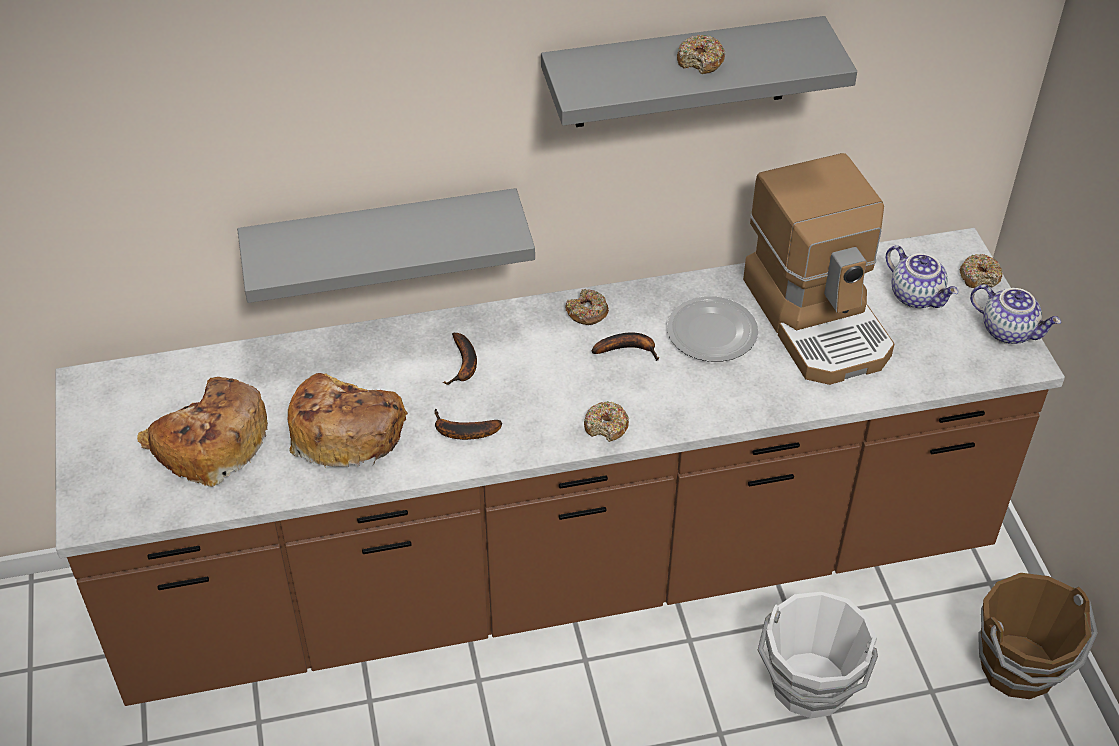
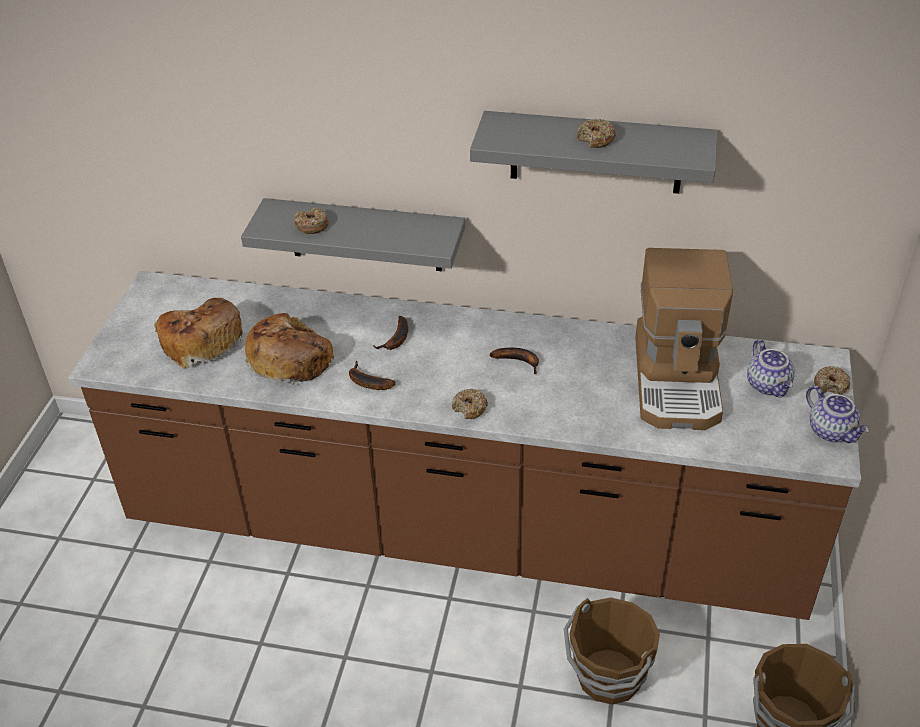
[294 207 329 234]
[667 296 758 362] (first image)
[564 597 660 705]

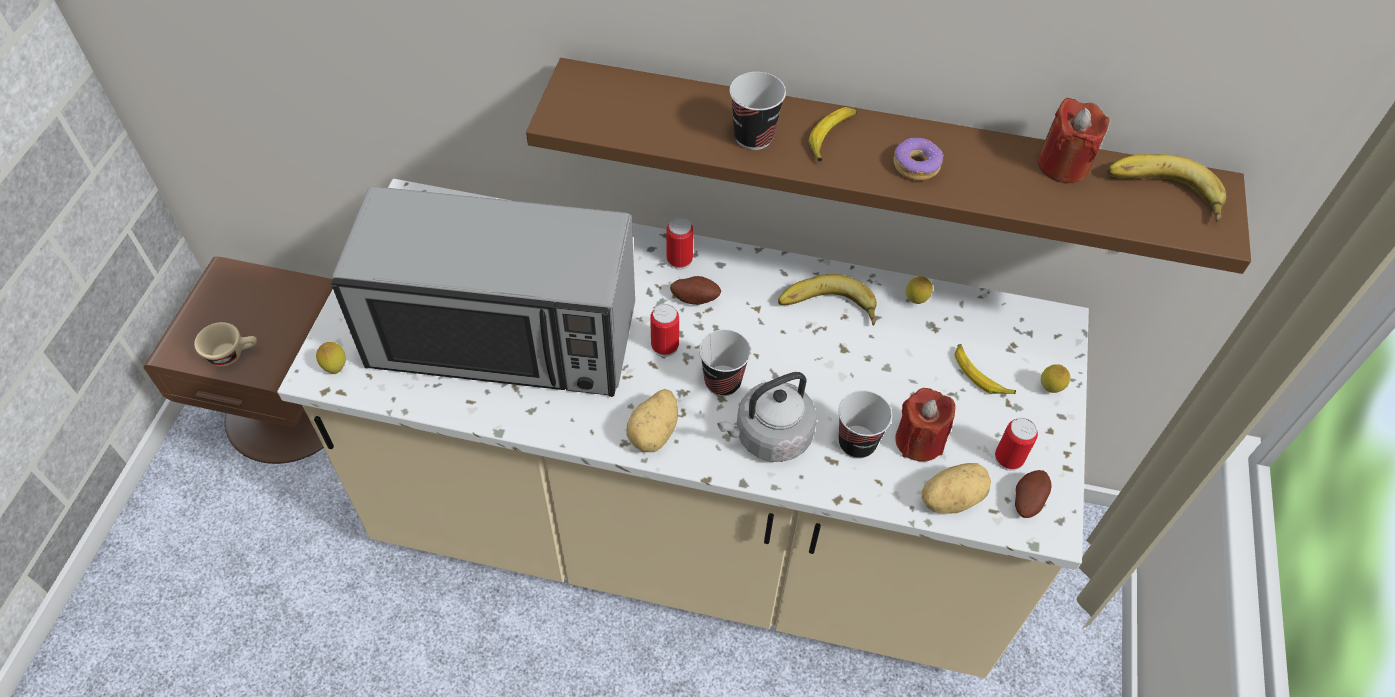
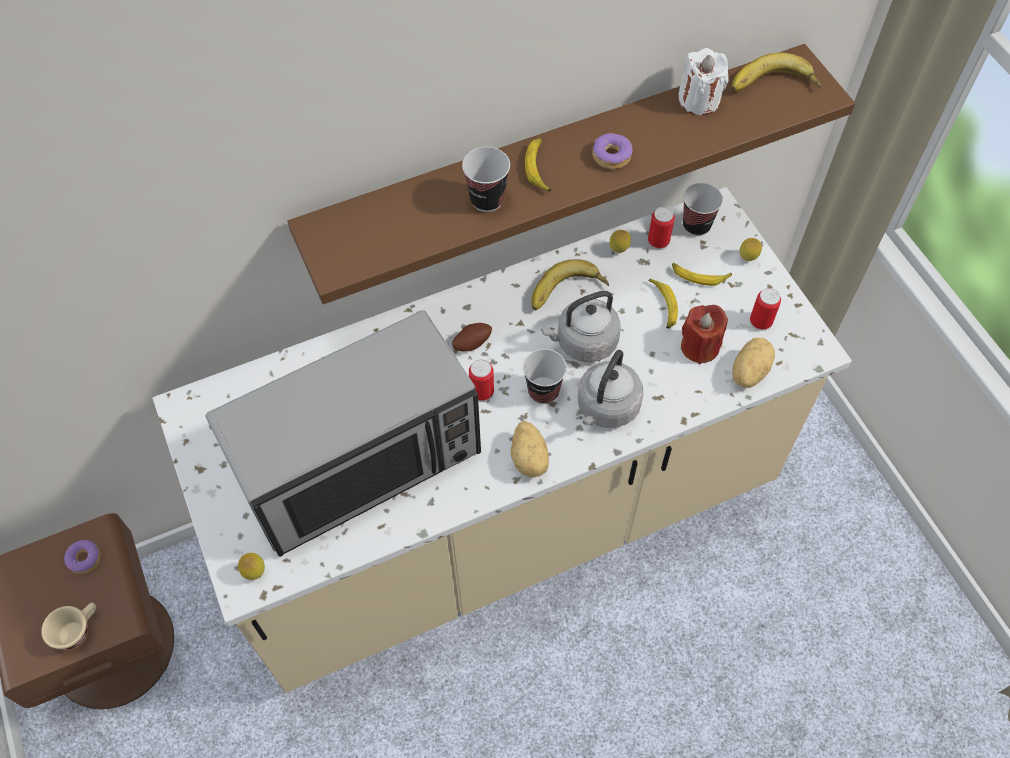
[648 207 675 250]
[683 183 723 236]
[1015 470 1052 518] (first image)
[678 48 729 115]
[64 540 101 574]
[541 291 621 362]
[649 278 678 329]

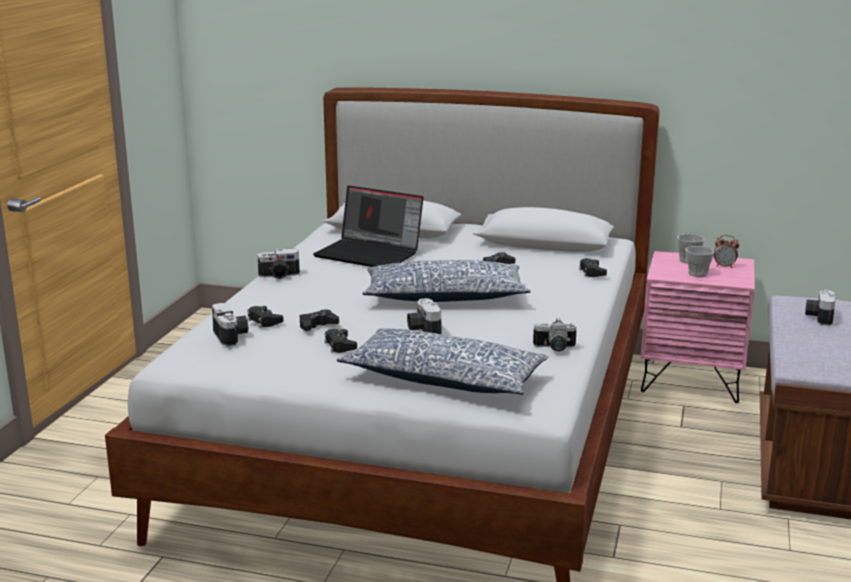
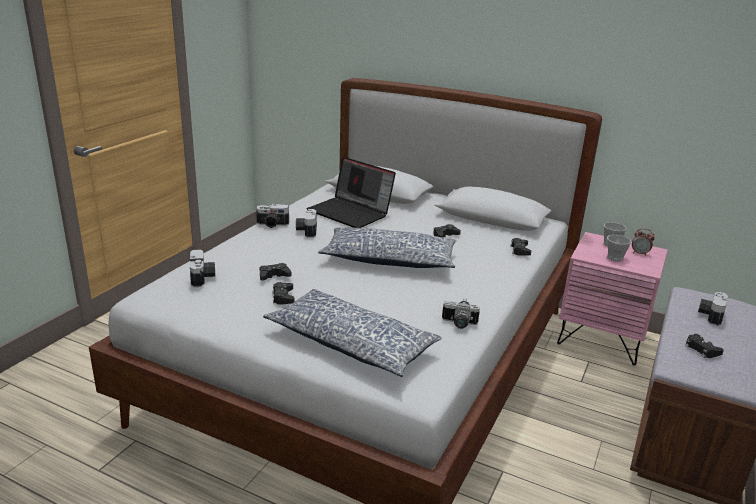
[685 334 724 358]
[296 209 317 238]

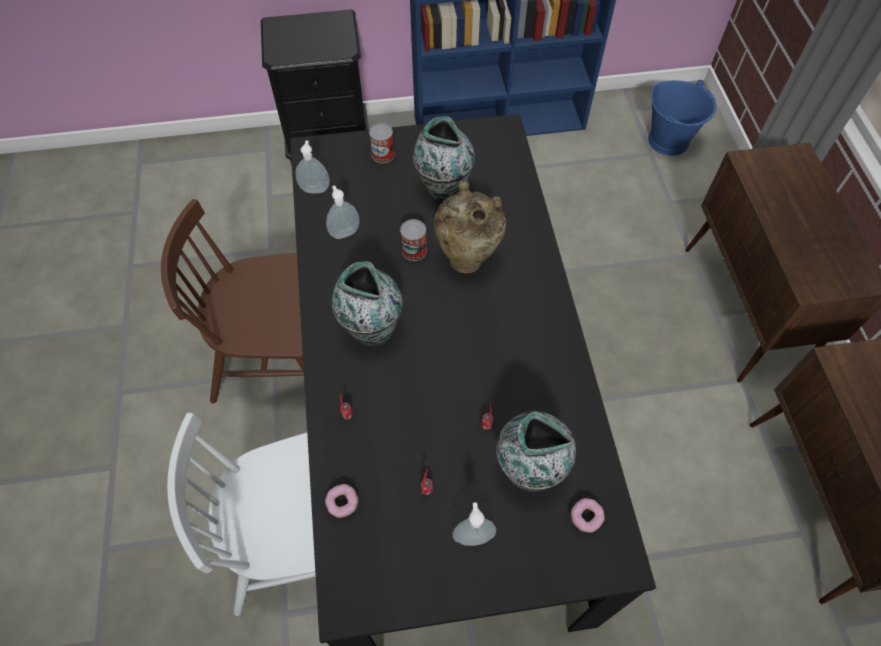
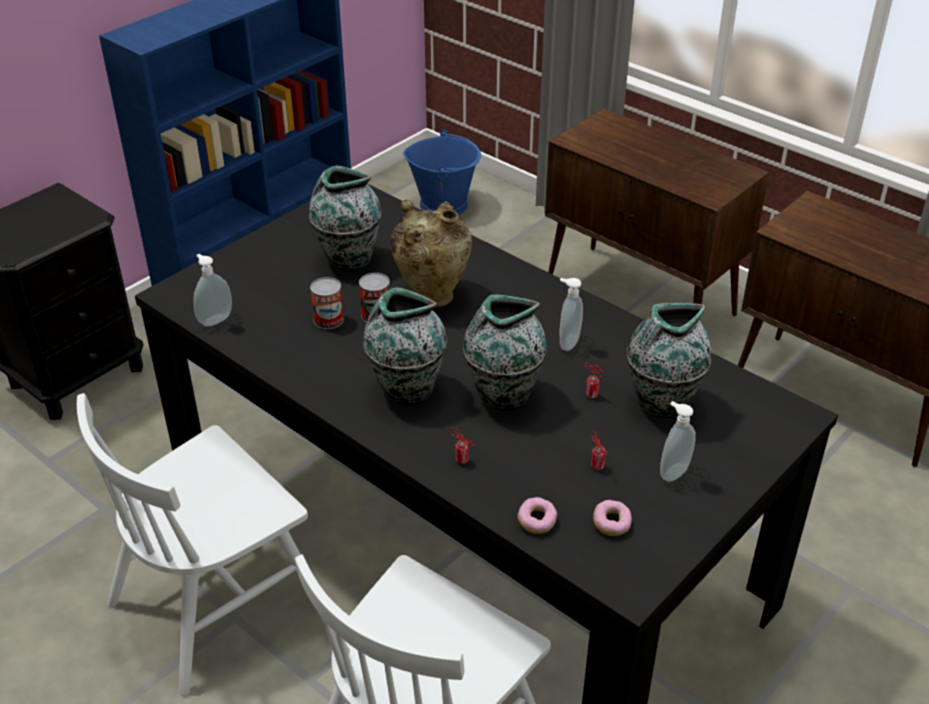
[77 393 308 696]
[560 278 583 351]
[310 277 344 329]
[593 500 632 536]
[463 295 547 411]

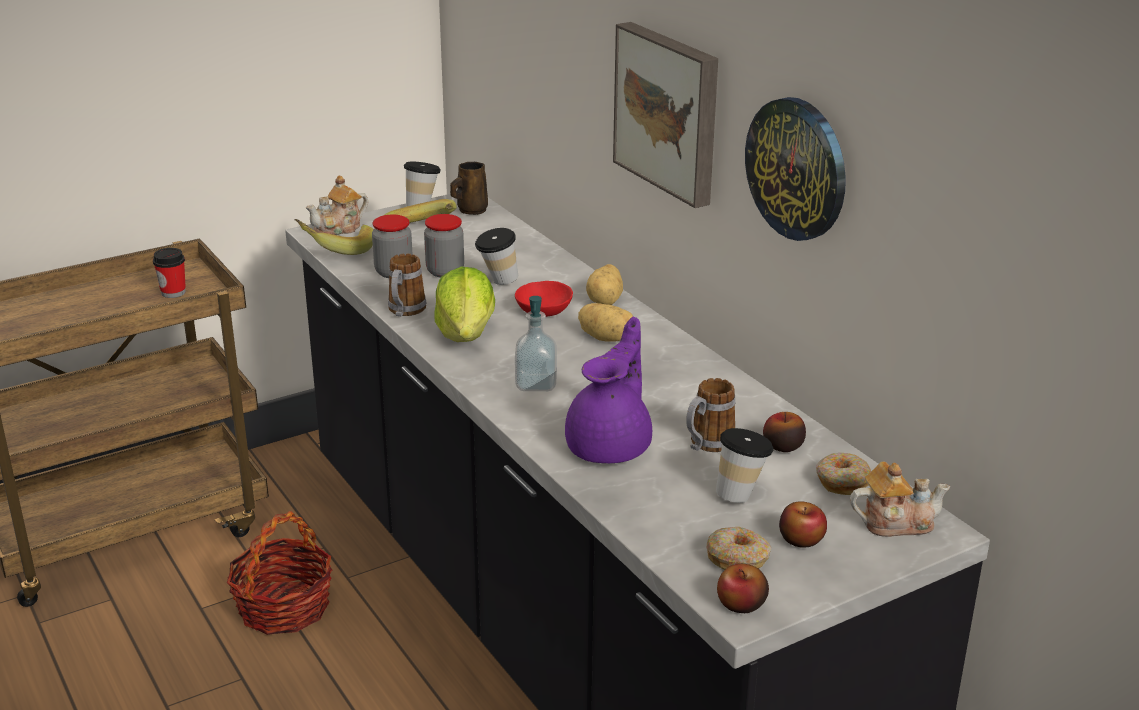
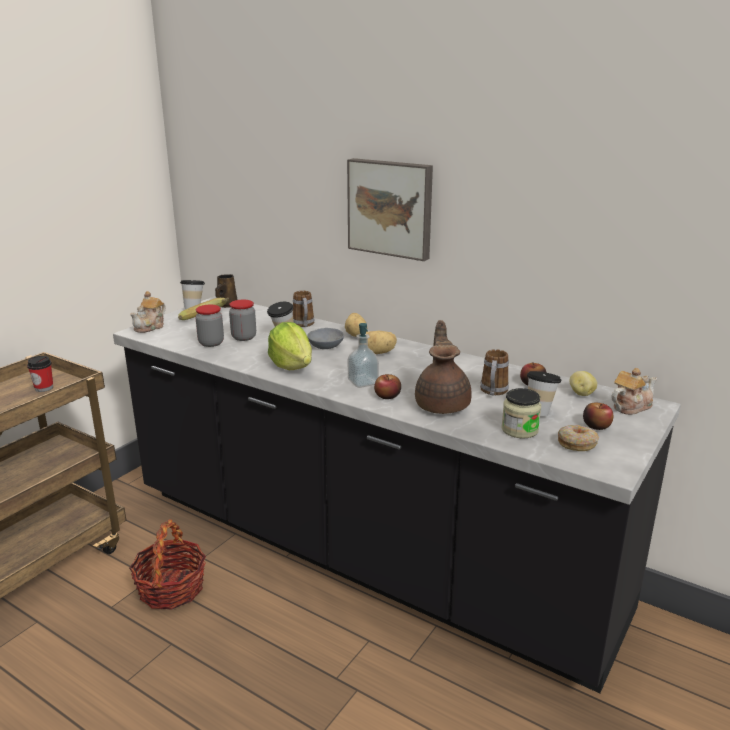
[294 219 374 255] (first image)
[293 291 315 327]
[307 328 344 349]
[415 320 471 414]
[374 374 401 399]
[745 97 846 241] (first image)
[569 371 597 396]
[501 388 541 438]

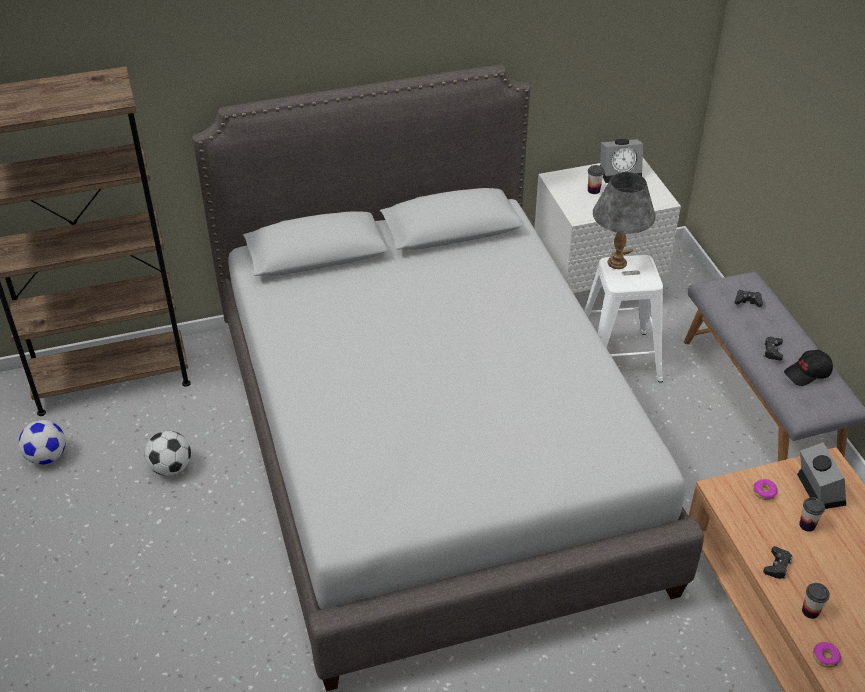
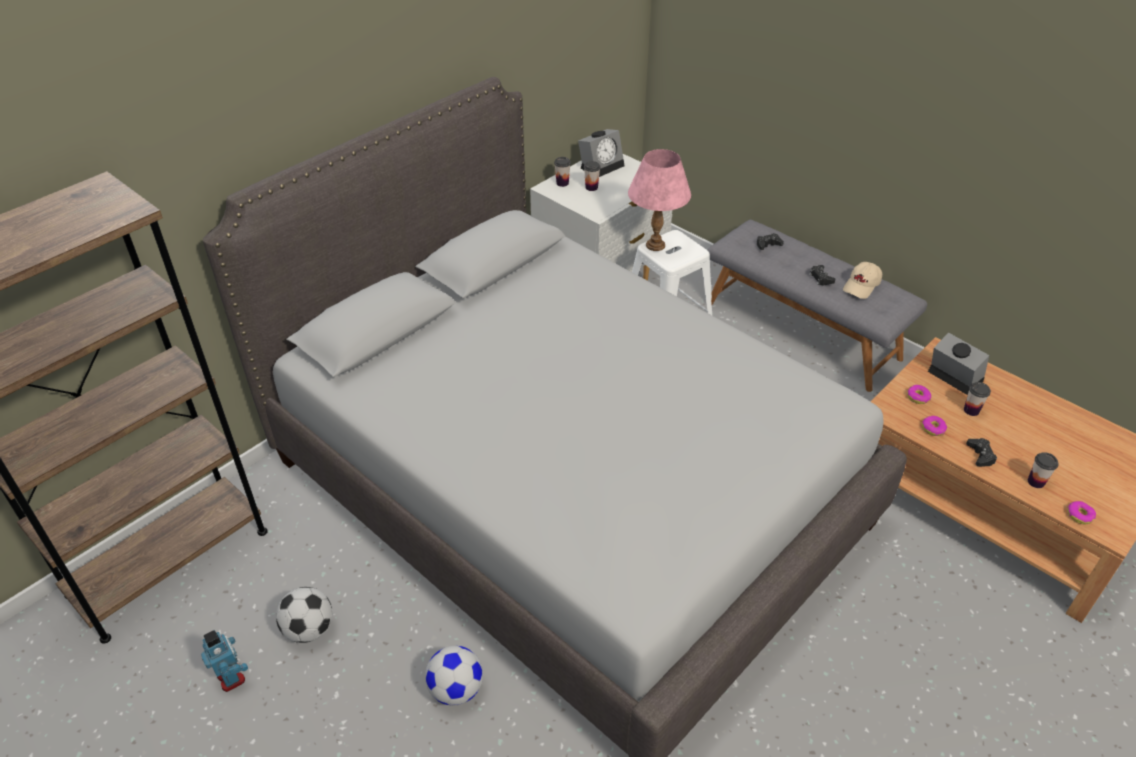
[425 646 483 705]
[628 149 691 251]
[843 262 882 299]
[201 630 248 692]
[554 157 571 187]
[922 416 947 436]

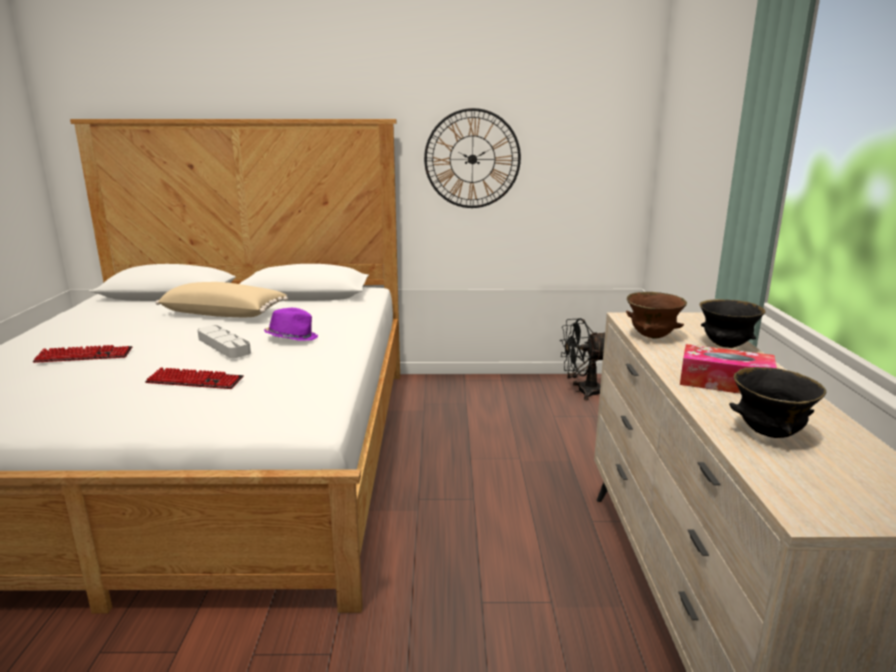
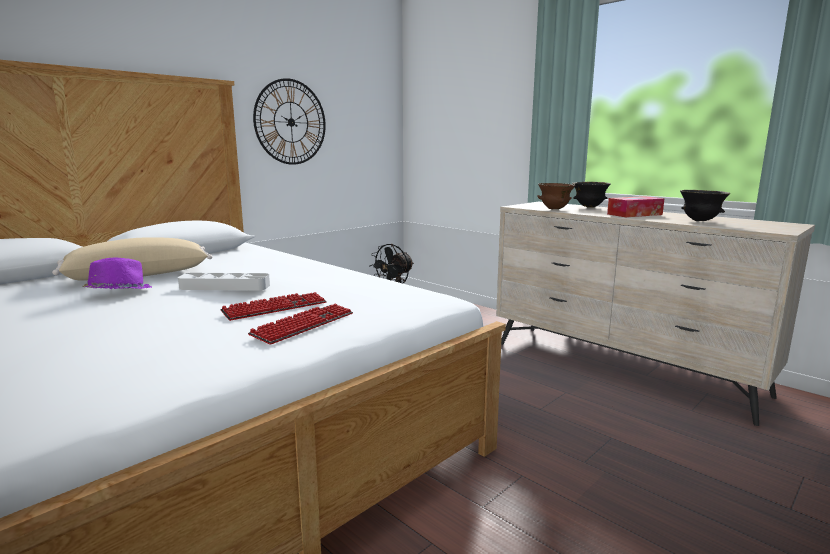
[248 304 353 345]
[82 258 152 289]

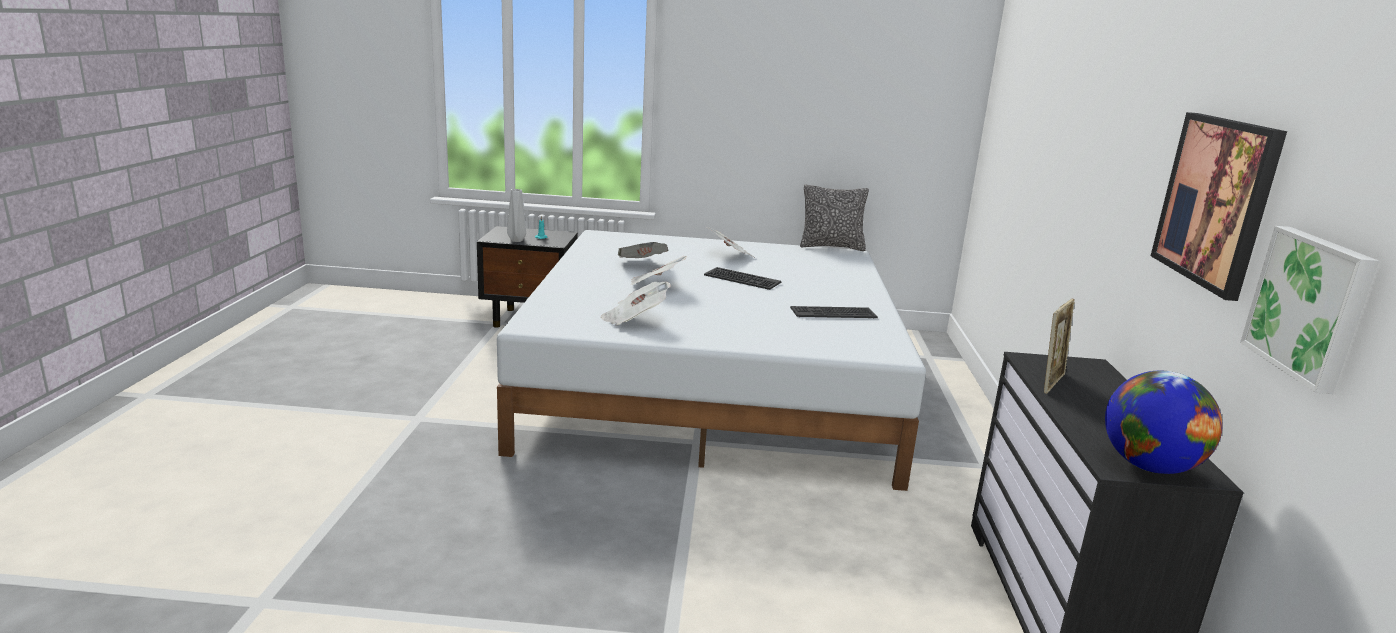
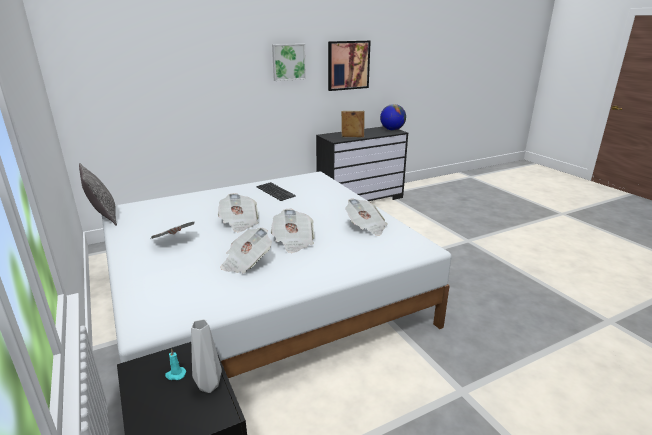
[218 193 259 232]
[272 44 306 81]

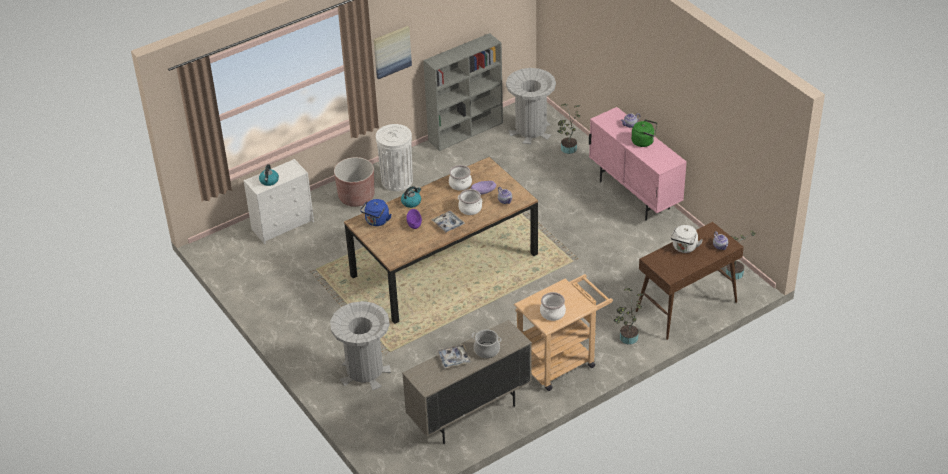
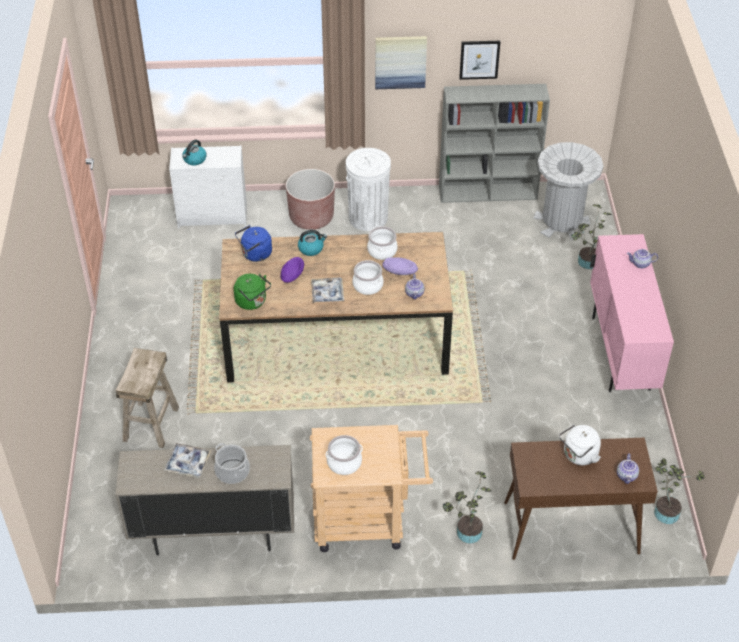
[115 348 179 448]
[234 274 271 310]
[459 41 500 80]

